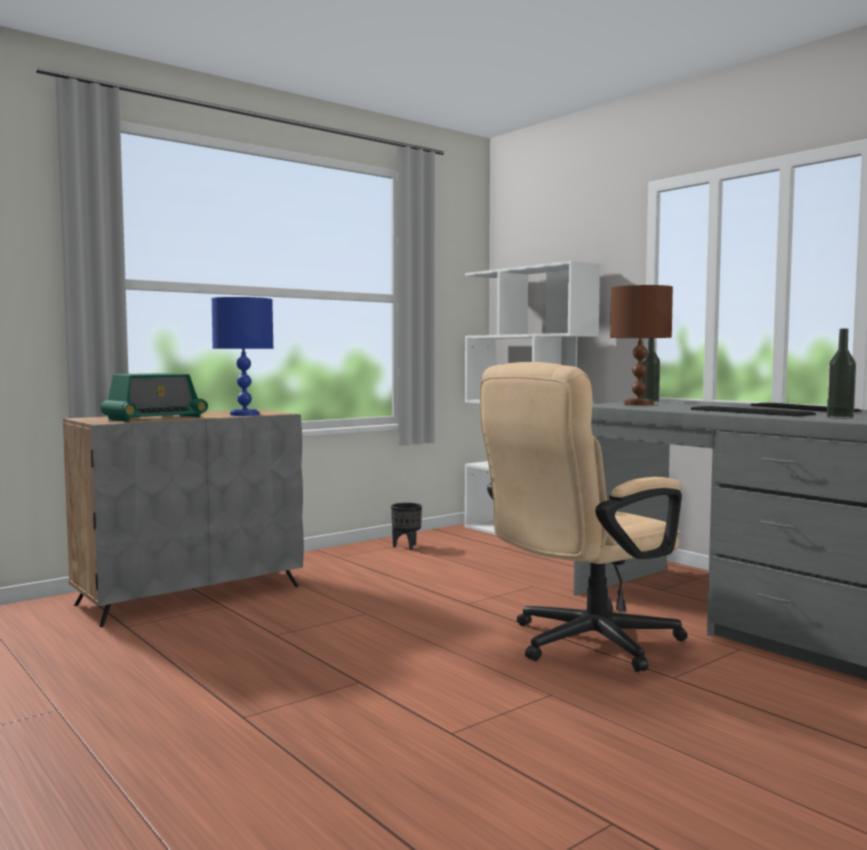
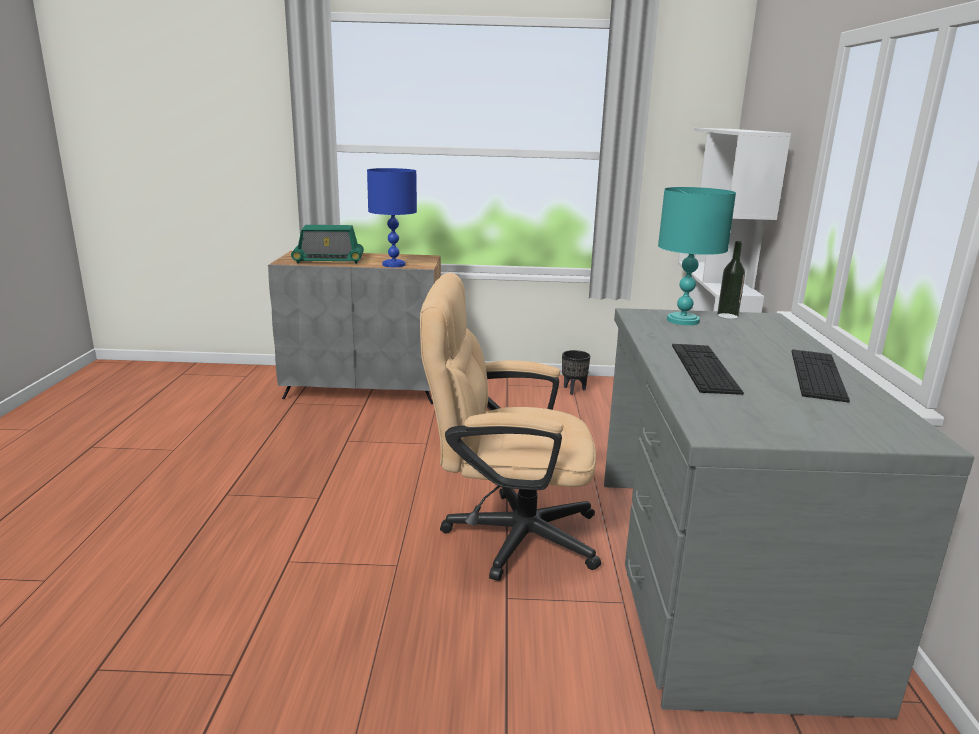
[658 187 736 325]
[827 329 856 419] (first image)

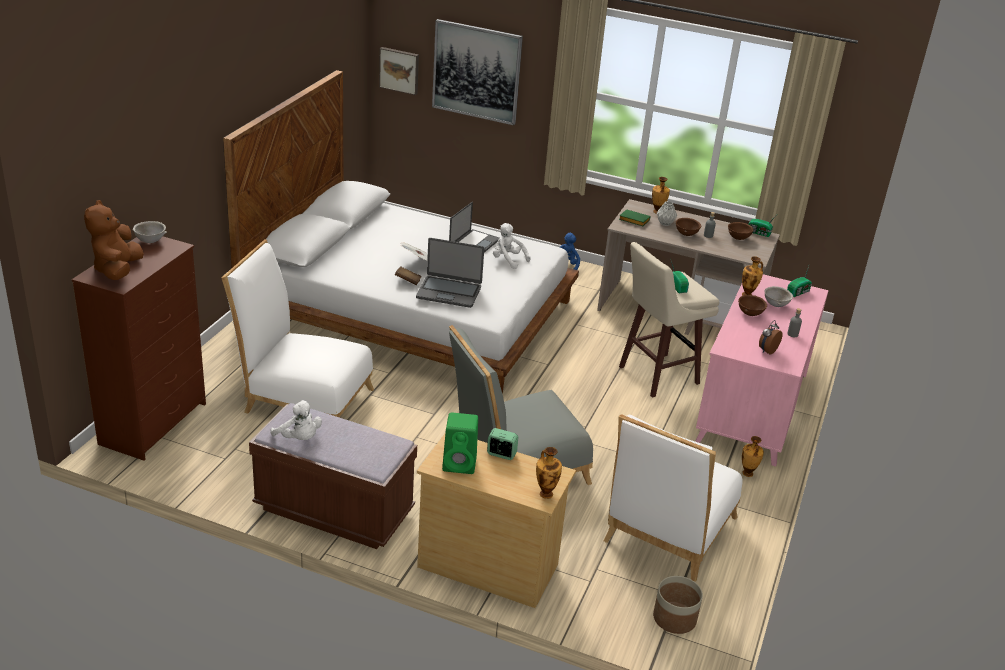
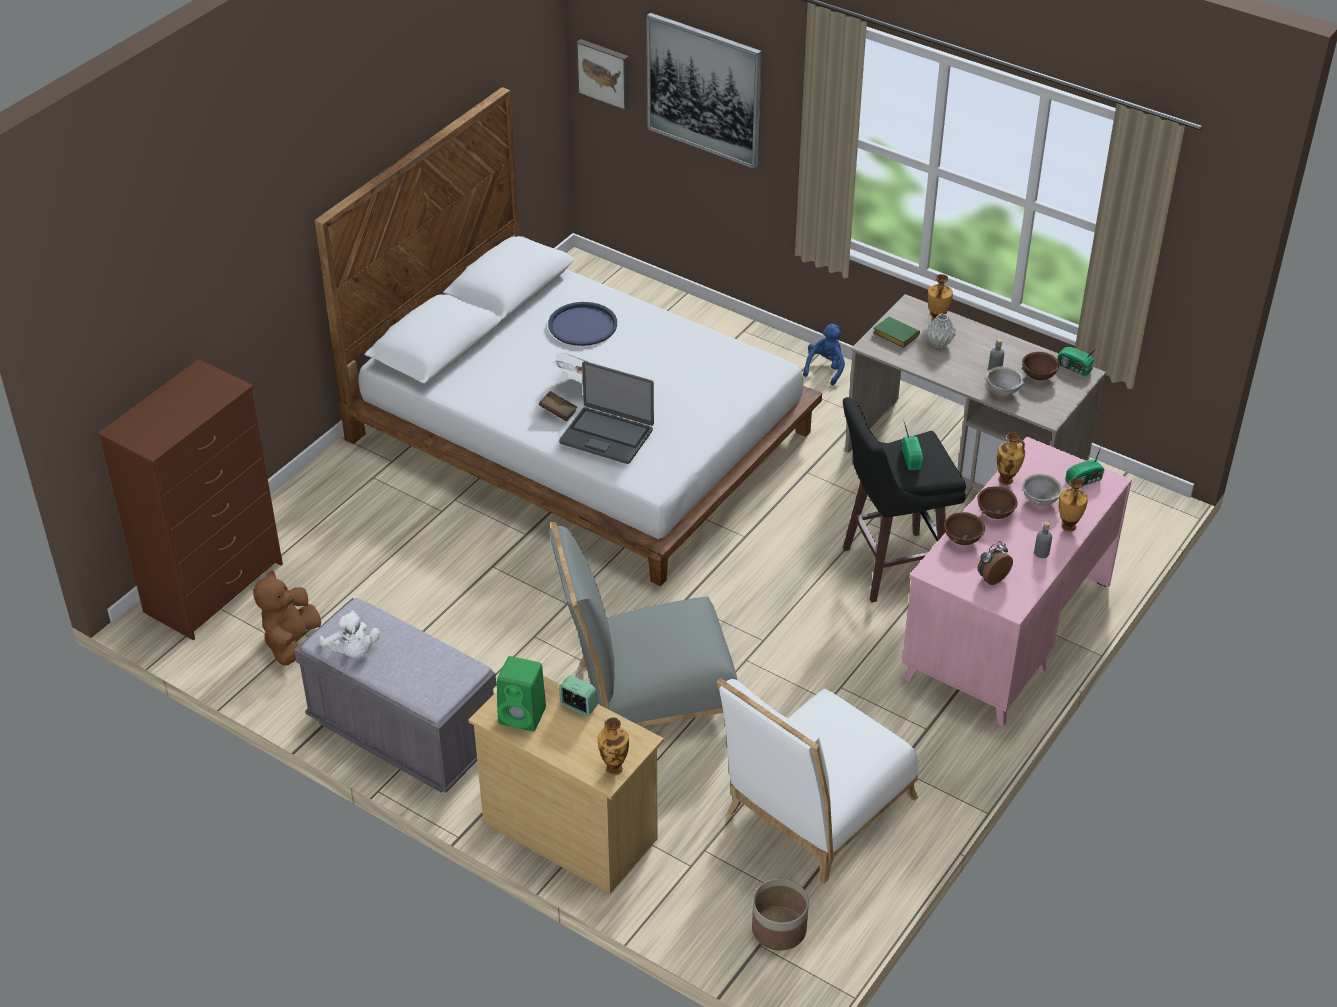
[253 570 321 665]
[984 367 1025 396]
[222 239 374 417] (first image)
[294 598 497 793]
[449 202 499 253] (first image)
[493 223 531 269] (first image)
[843 397 966 603]
[944 512 985 545]
[1059 478 1088 532]
[548 302 617 346]

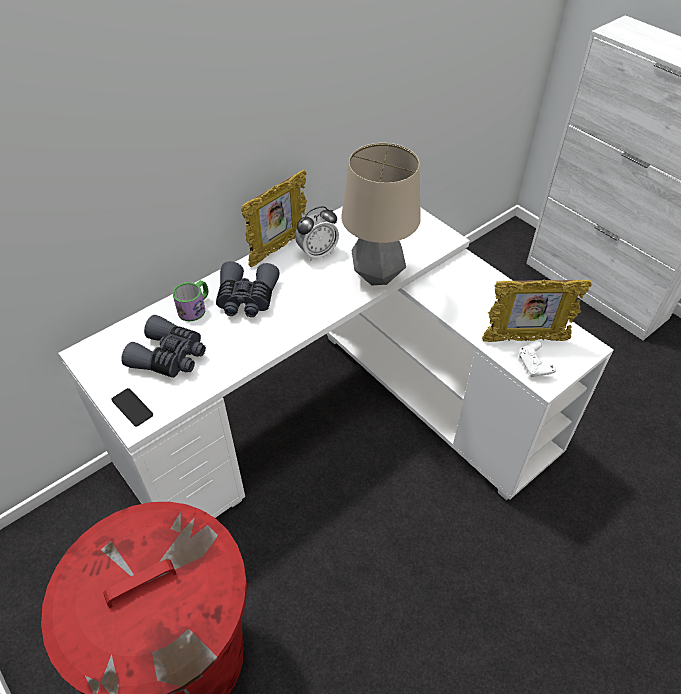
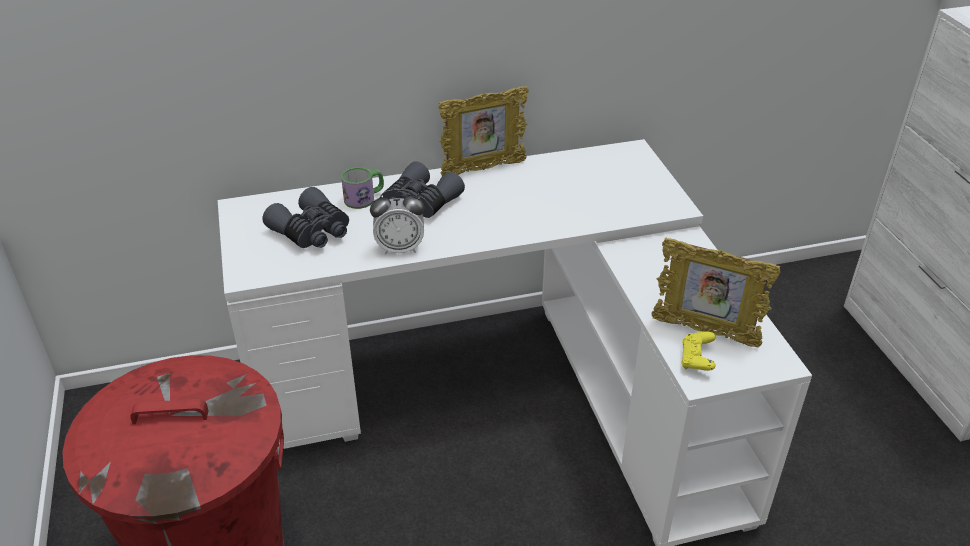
[112 388 153 427] (first image)
[370 189 425 255]
[341 143 421 285] (first image)
[681 331 716 371]

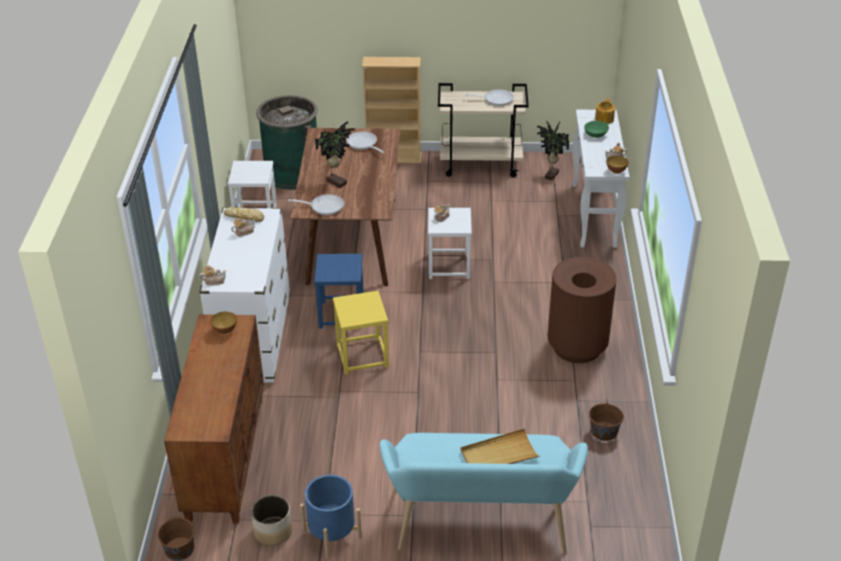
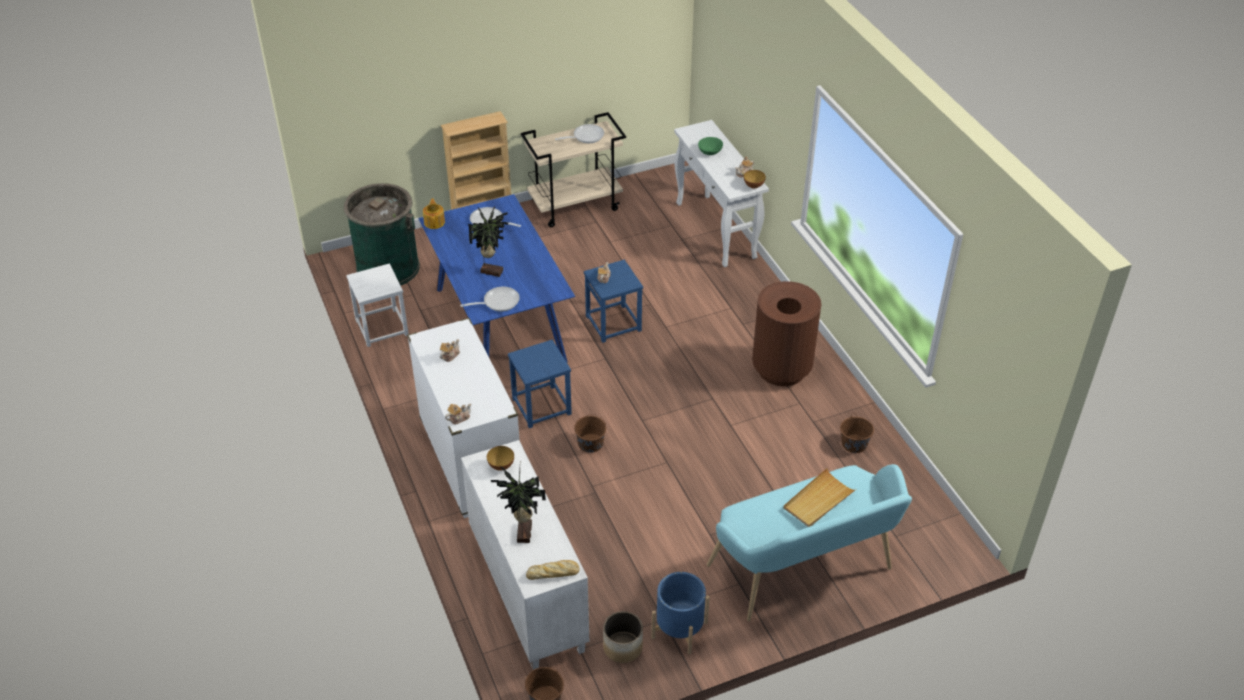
[461 440 589 670]
[526 560 580 580]
[419 194 575 362]
[574 414 606 453]
[584 260 643 343]
[491 465 546 543]
[423 198 445 229]

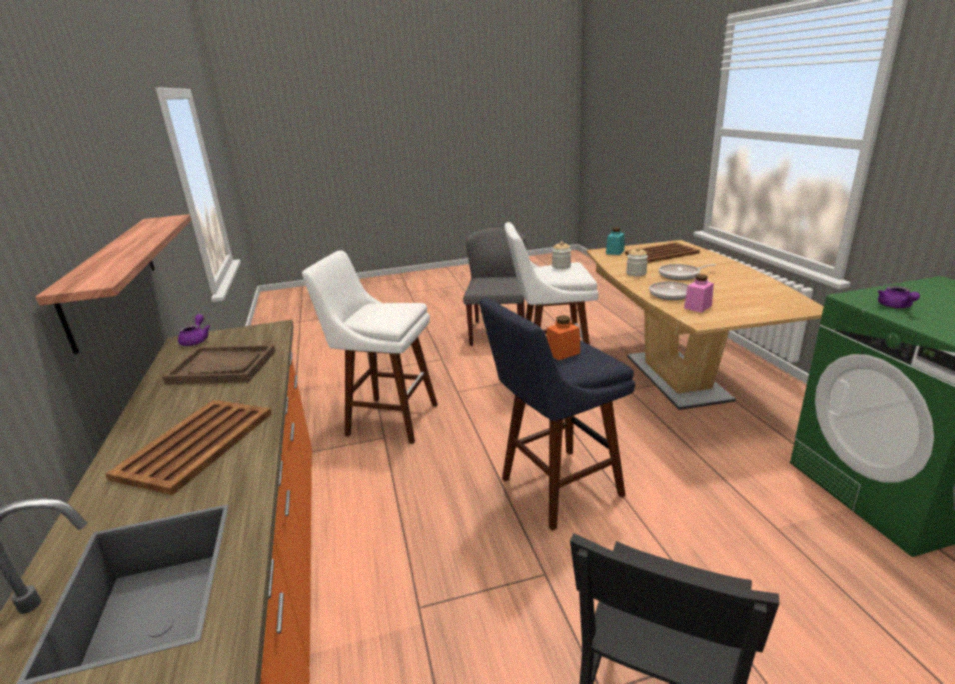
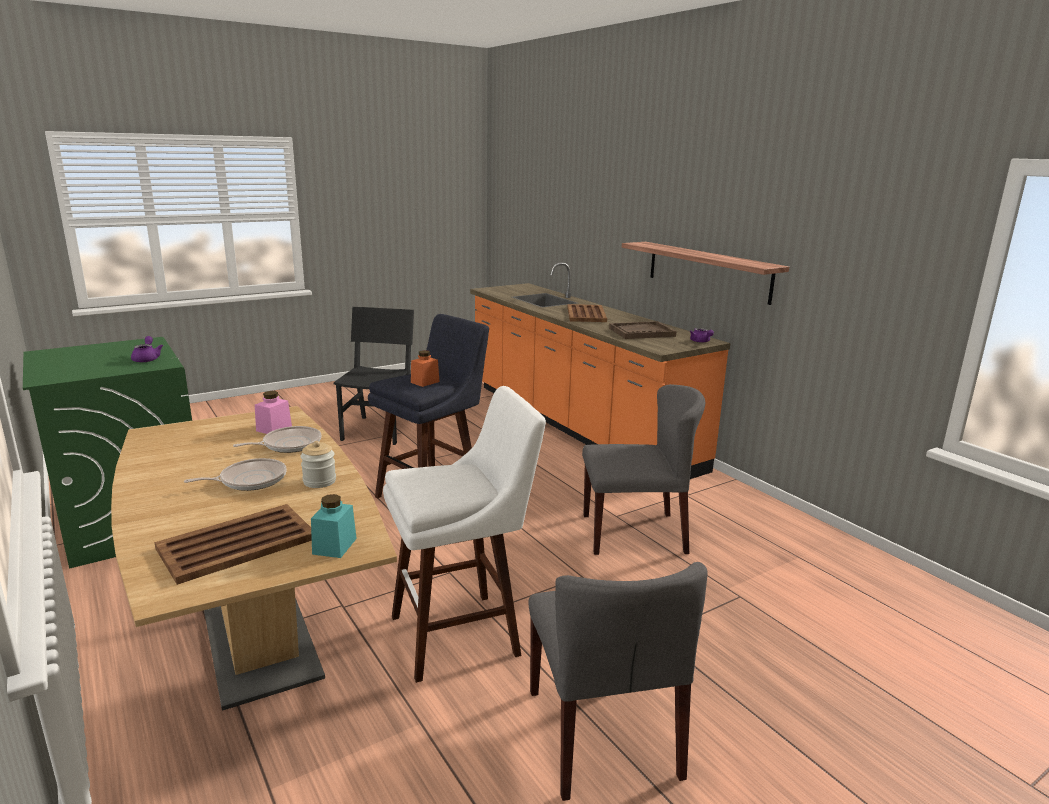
[582 384 705 555]
[552 242 571 269] (first image)

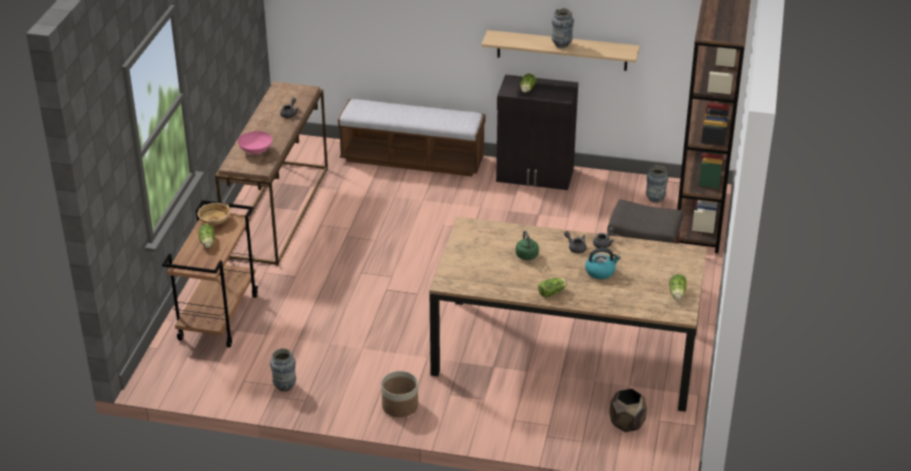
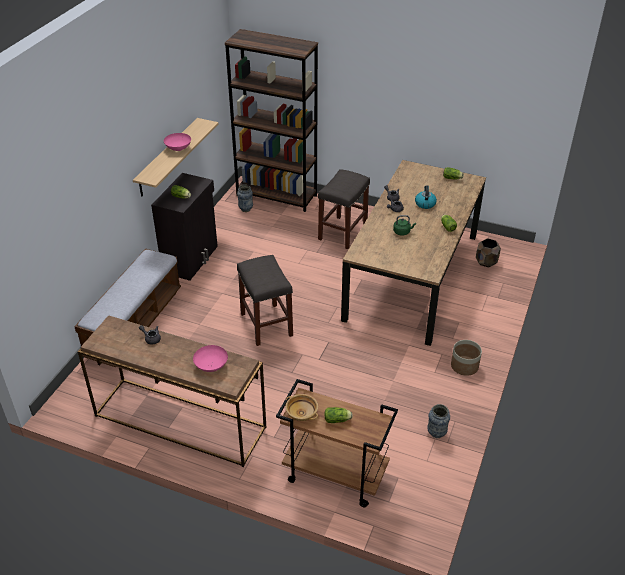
[164 133 191 151]
[237 255 293 346]

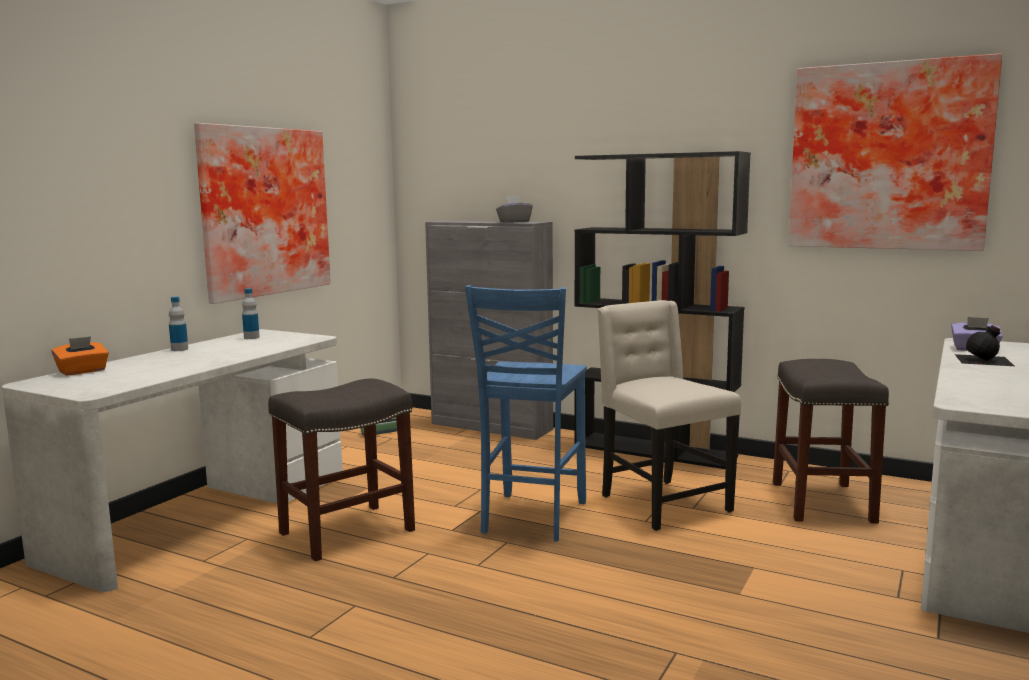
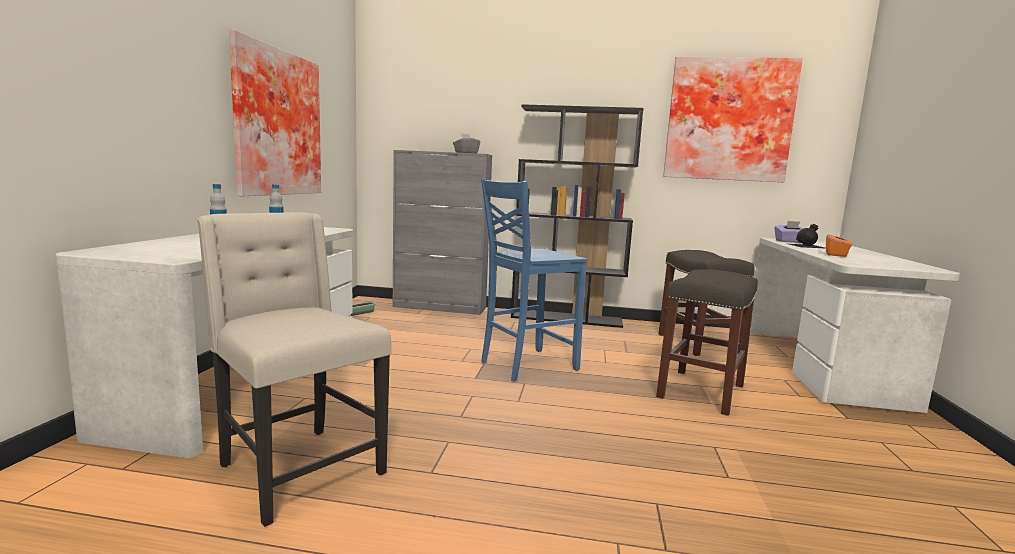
[826 230 852 257]
[656 269 758 416]
[481 179 587 382]
[197 212 391 527]

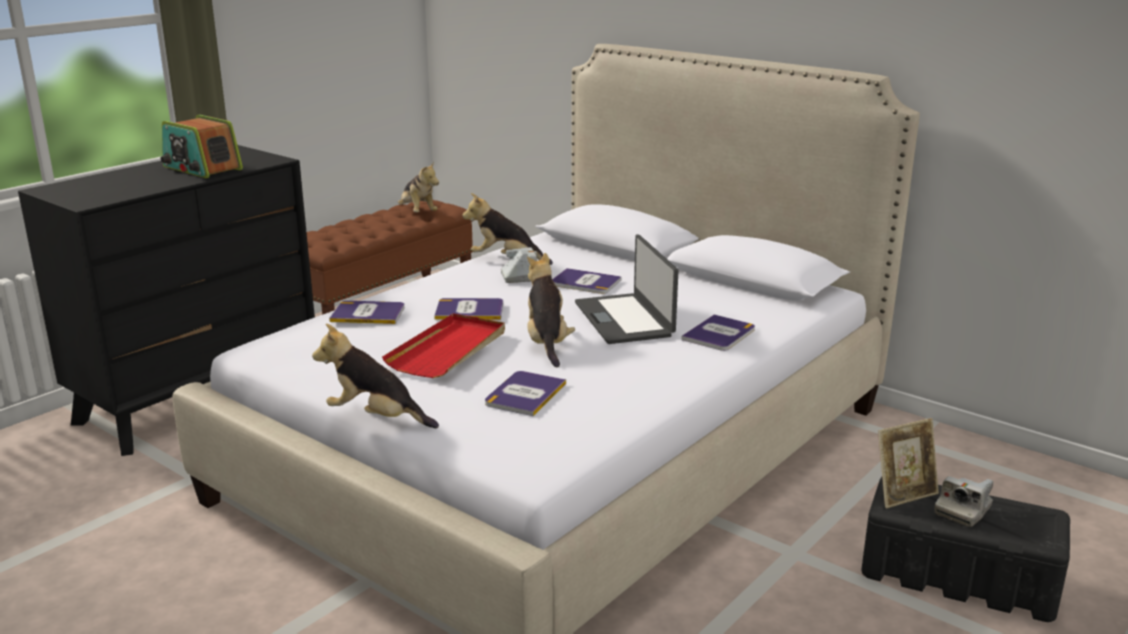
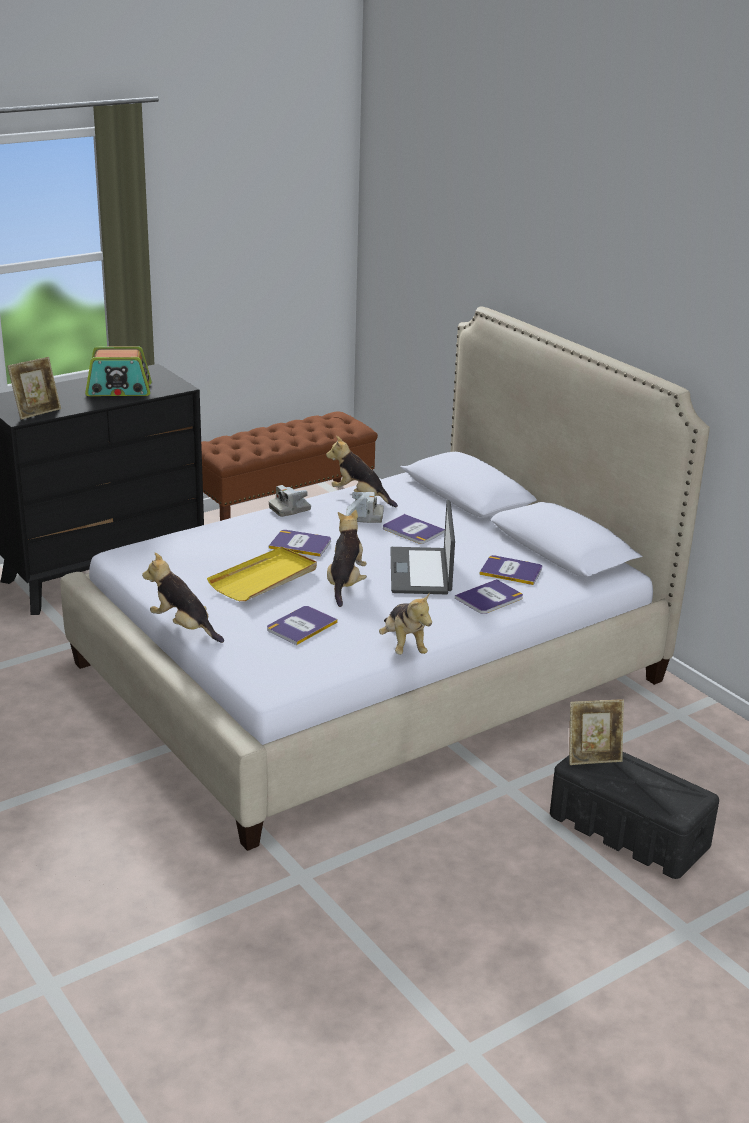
[85 346 152 396]
[479 555 542 585]
[207 547 317 601]
[379 593 432 655]
[269 485 311 517]
[8 357 61 420]

